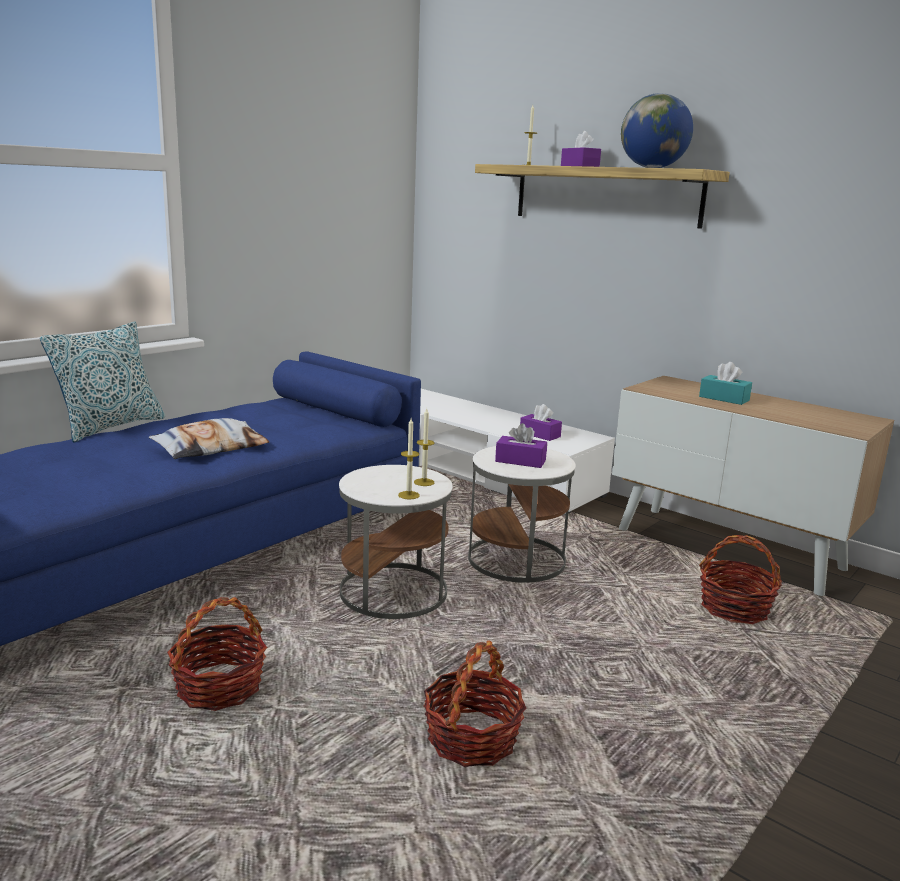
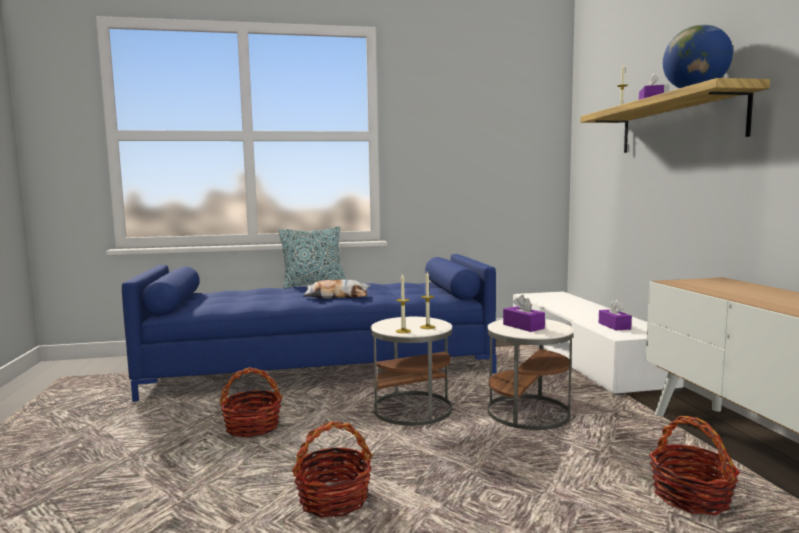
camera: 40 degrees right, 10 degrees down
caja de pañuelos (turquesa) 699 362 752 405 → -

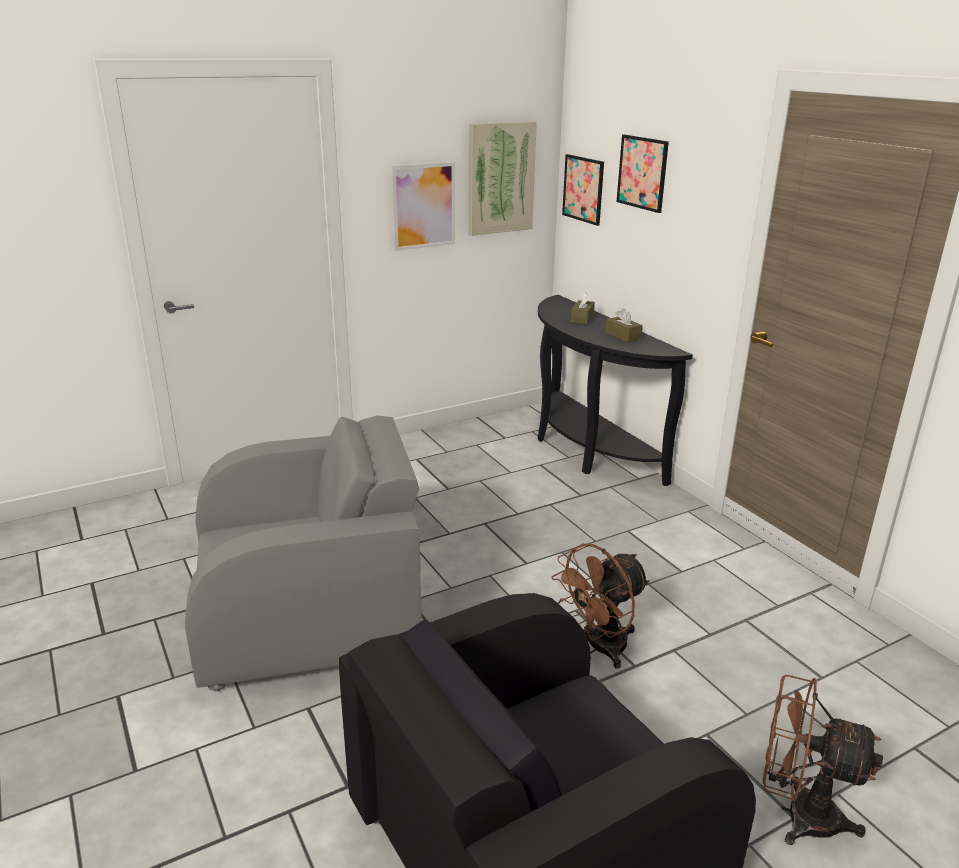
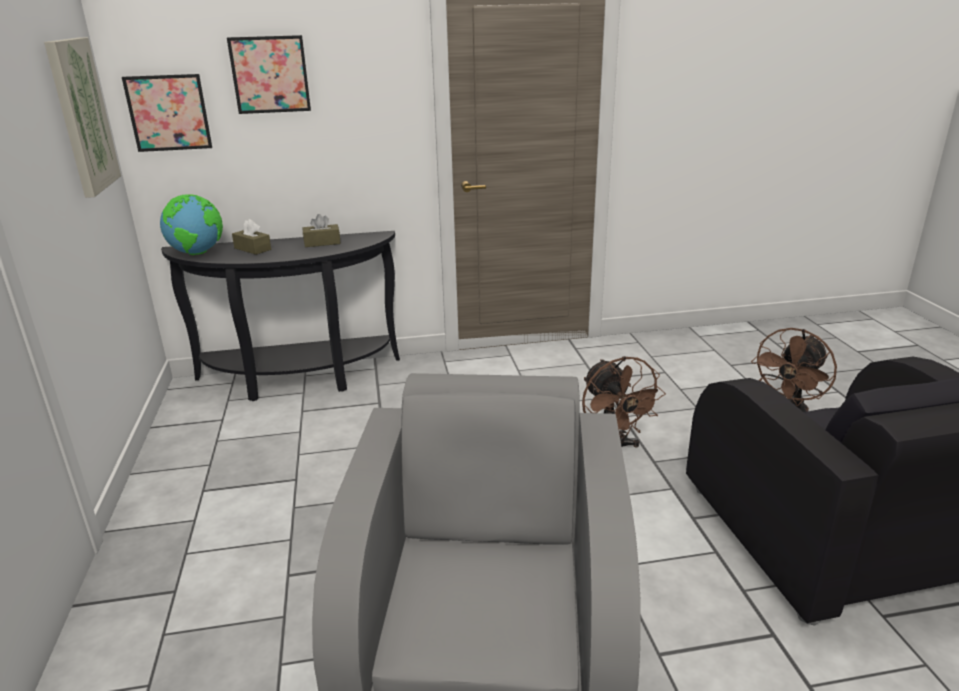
camera: 70 degrees left, 0 degrees up
cuadro 391 162 455 251 → -
- → globo terráqueo 160 194 223 255

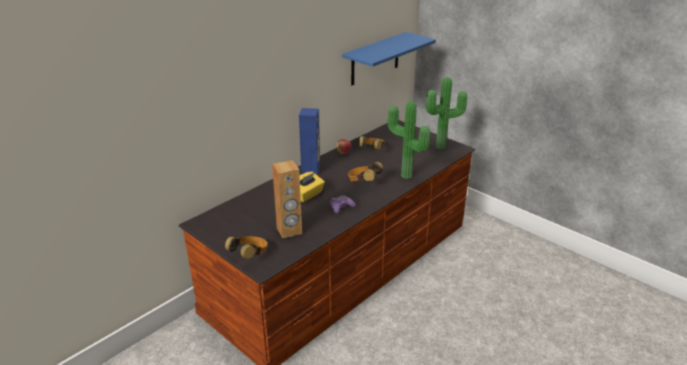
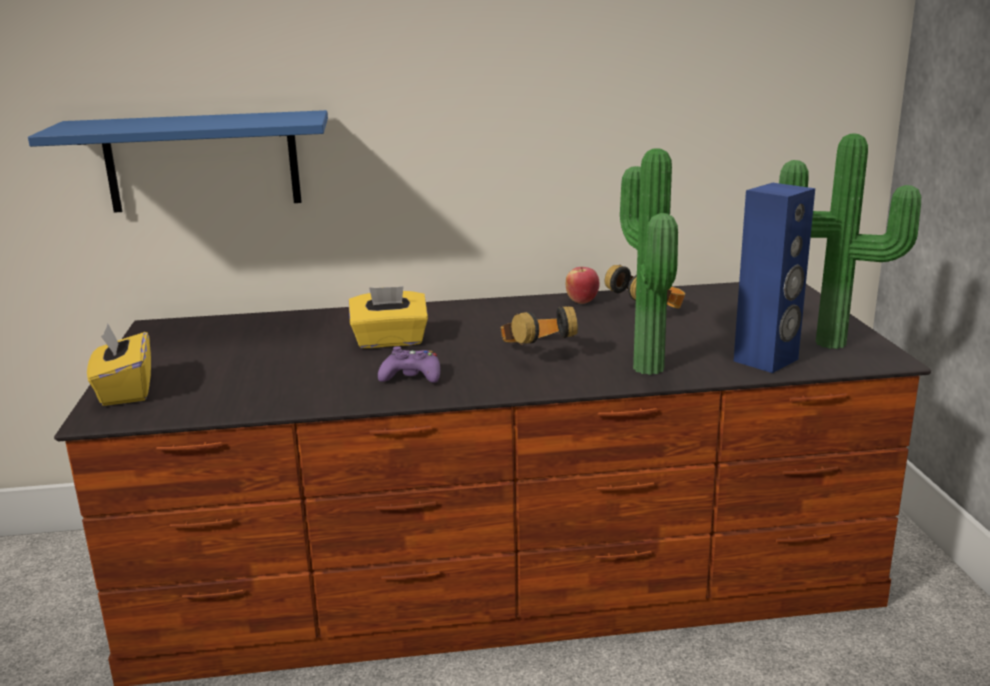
camera: 40 degrees right, 10 degrees down
altavoz (marrón) 272 160 302 239 → -
altavoz (azul) 299 108 320 174 → altavoz (azul) 734 183 815 373, relocated
estante (azul) 342 32 436 85 → estante (azul) 28 110 328 213, relocated
auriculares 225 236 268 259 → caja de pañuelos (amarillo) 87 324 151 406

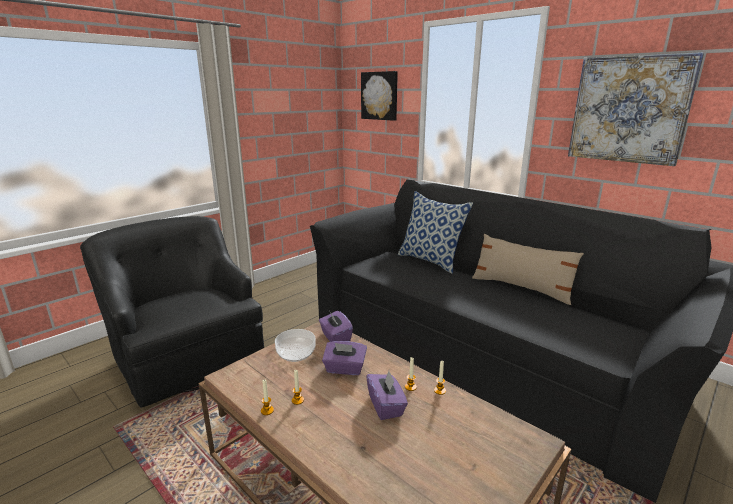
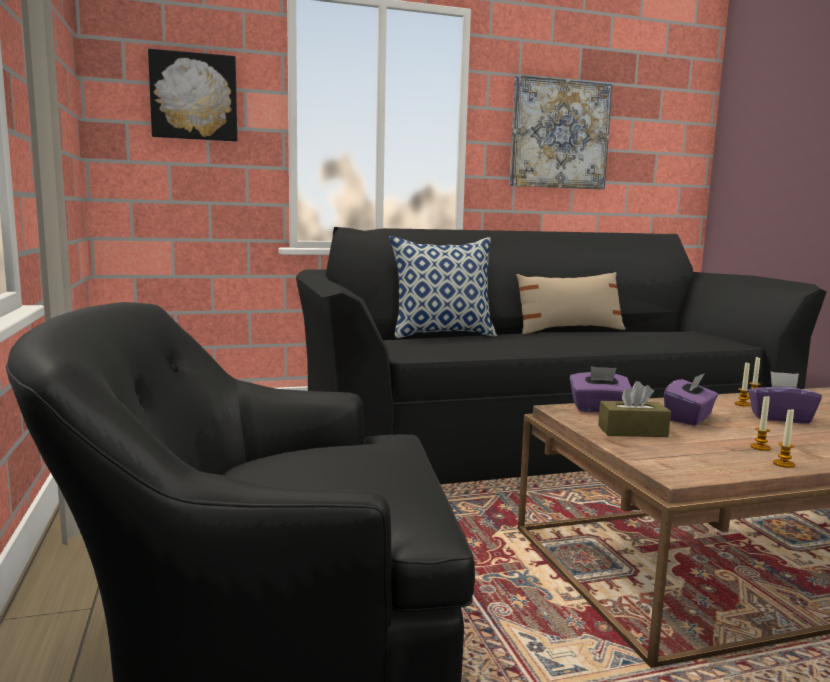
camera: 60 degrees left, 10 degrees down
cuenco 275 329 316 362 → caja de pañuelos (marrón) 598 381 671 437

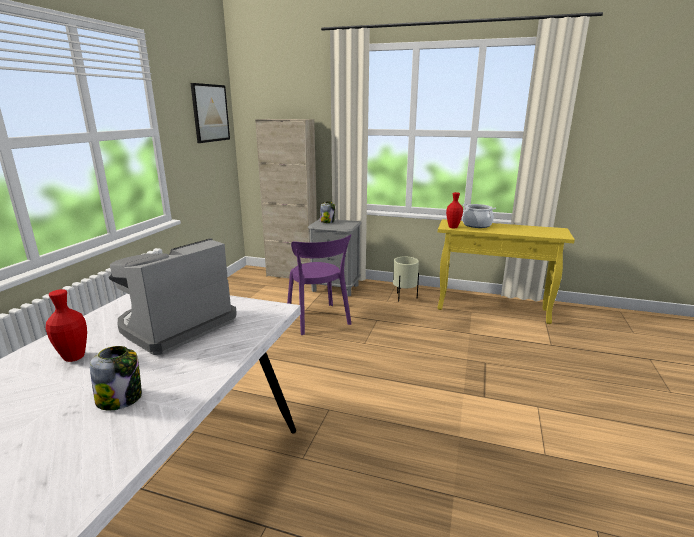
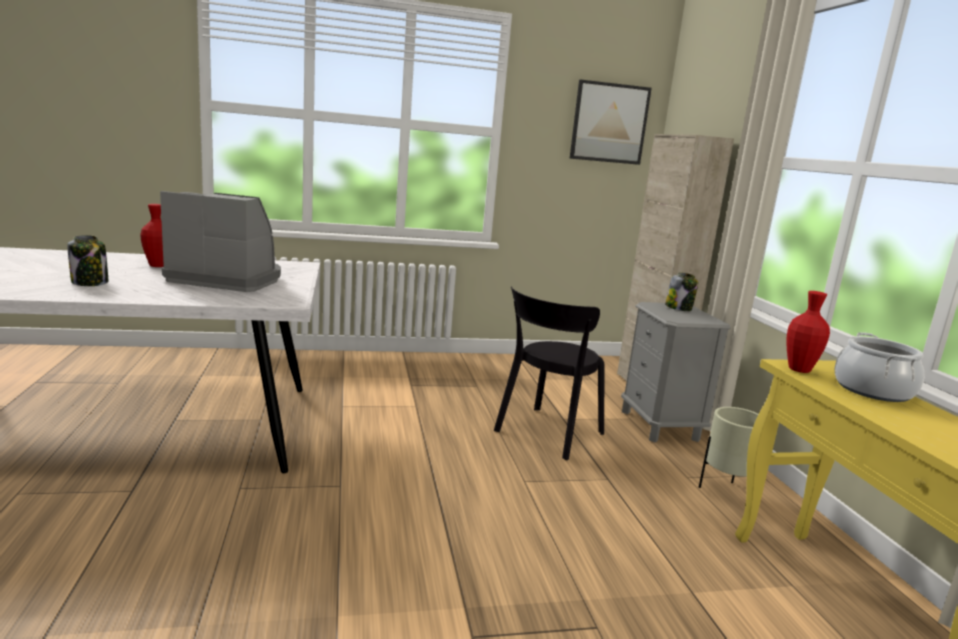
camera: 60 degrees right, 5 degrees down
silla (morado) 287 234 352 335 → silla (negro) 494 287 604 460

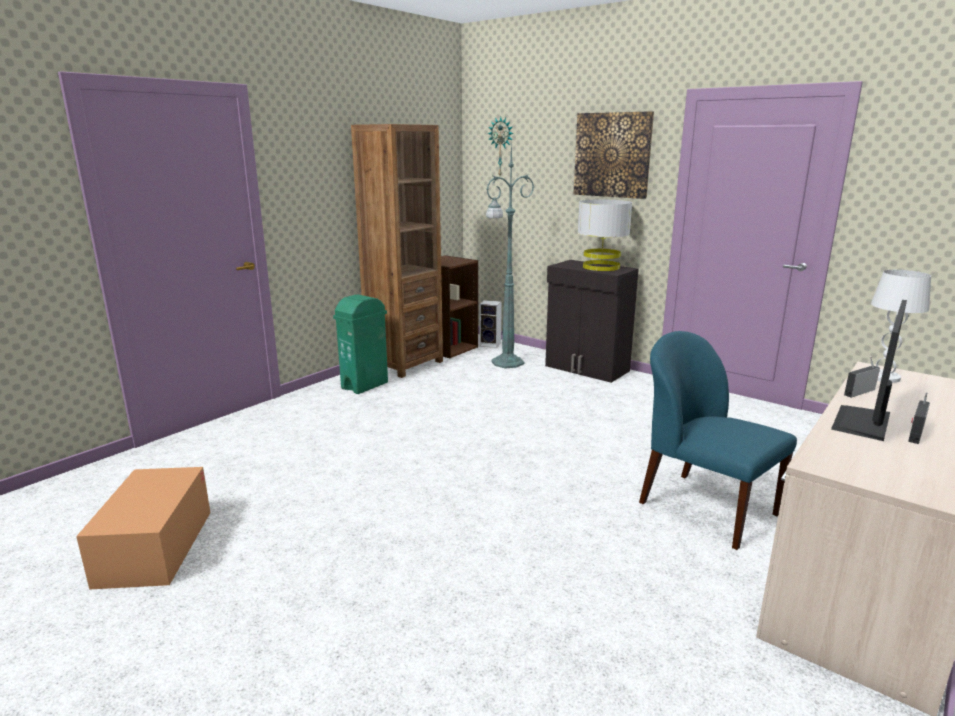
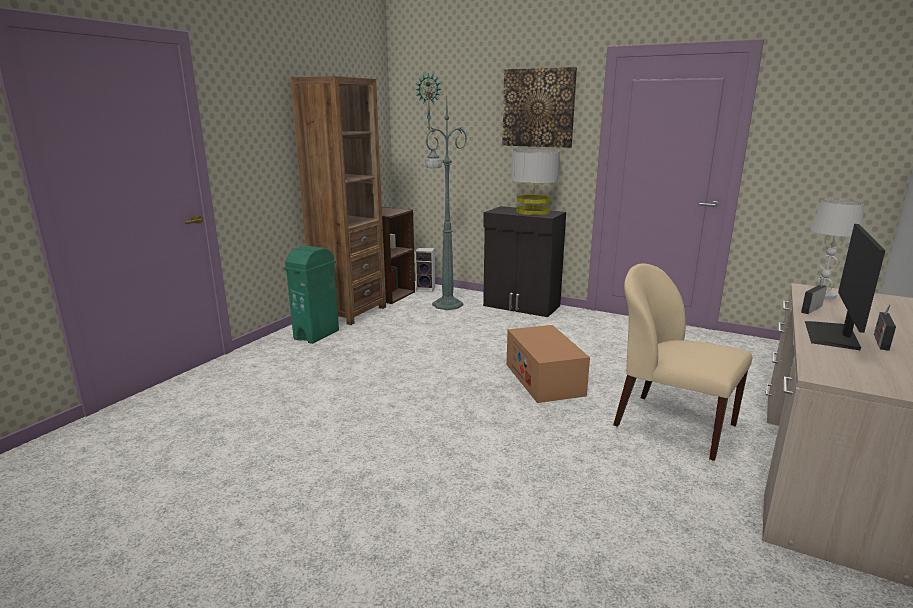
camera: 10 degrees left, 0 degrees up
caja de cartón 76 467 210 590 → caja de cartón 506 325 590 403, relocated
silla (azul) 639 331 797 550 → silla (beis) 613 264 752 461

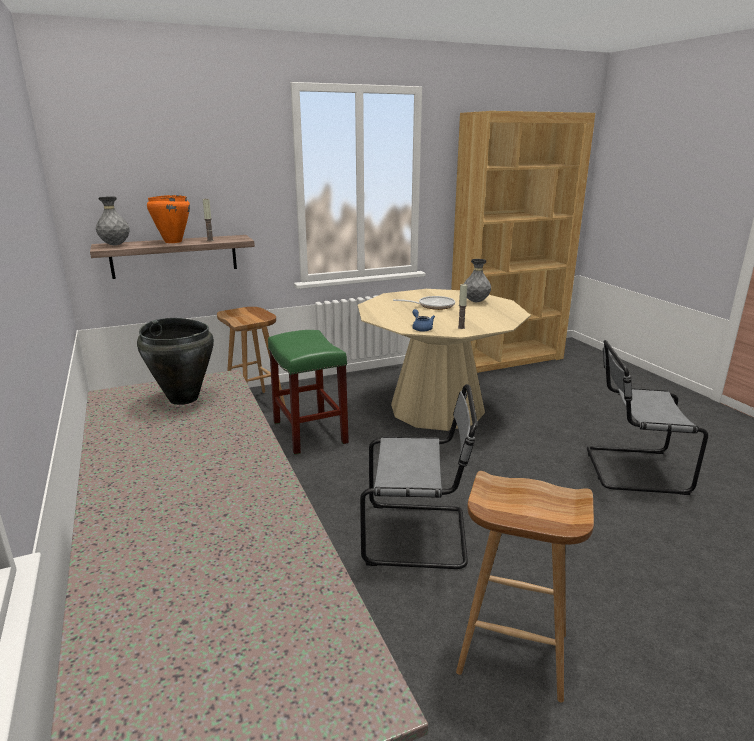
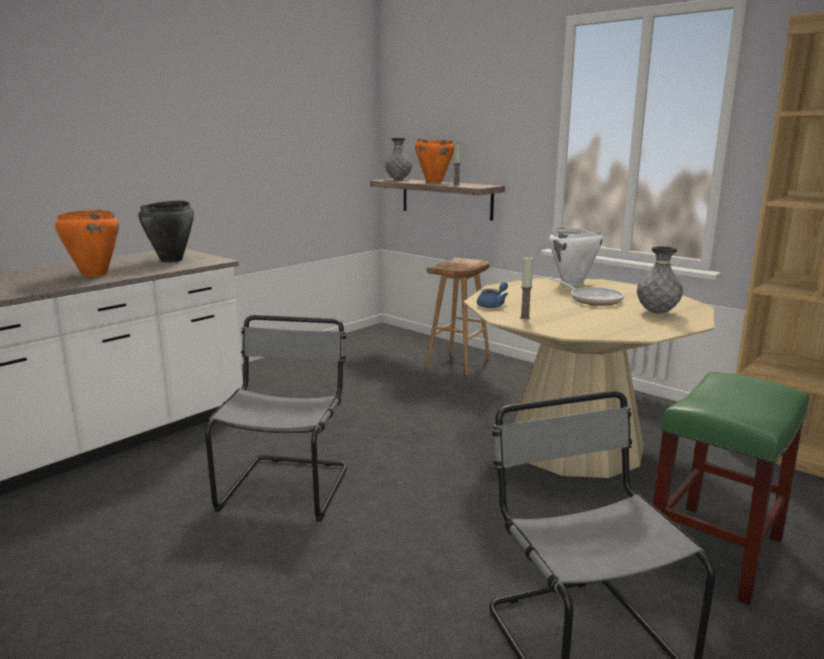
camera: 65 degrees right, 5 degrees down
taburete (marrón) 456 471 594 703 → -
- → olla (naranja) 55 210 119 277
- → olla (blanco) 549 228 603 286
taburete (verde) 268 330 349 455 → taburete (verde) 653 372 809 605, relocated
silla (gris) 360 384 478 569 → silla (gris) 205 315 347 521, 150 degrees counterclockwise

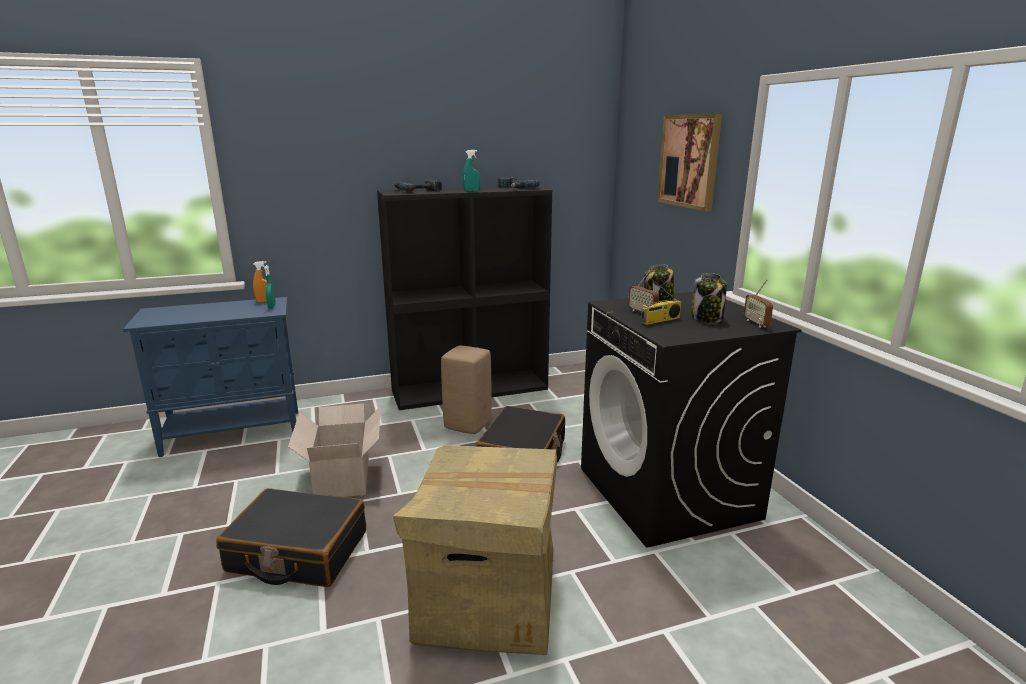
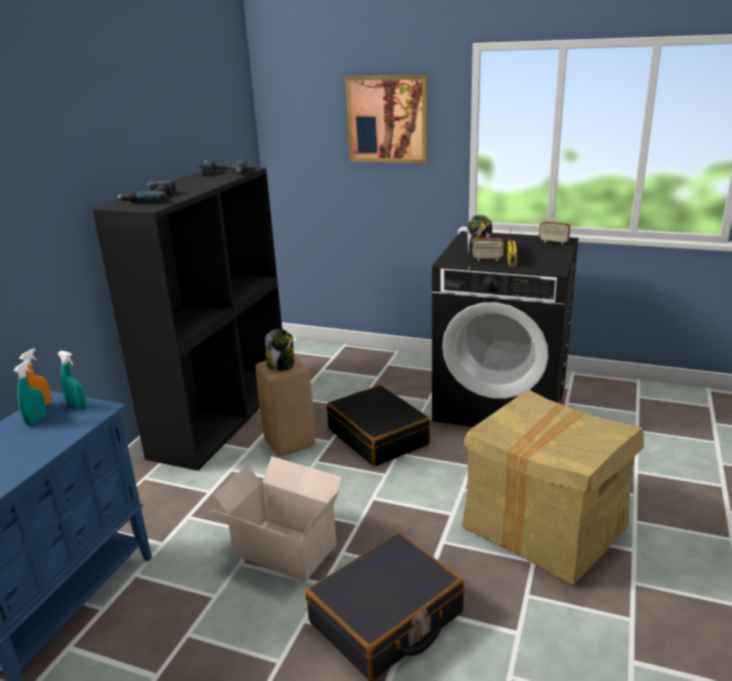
camera: 50 degrees left, 5 degrees up
pulverizador (turquesa) 463 150 480 191 → pulverizador (turquesa) 14 360 46 426, relocated
tarro 691 273 727 323 → tarro 265 329 295 371, relocated

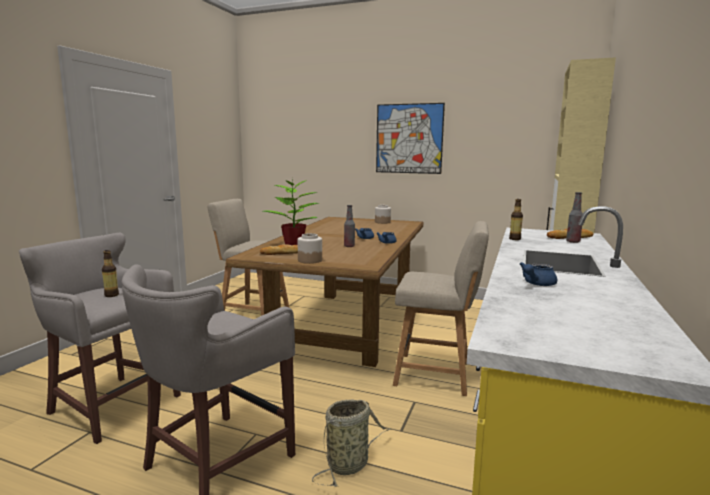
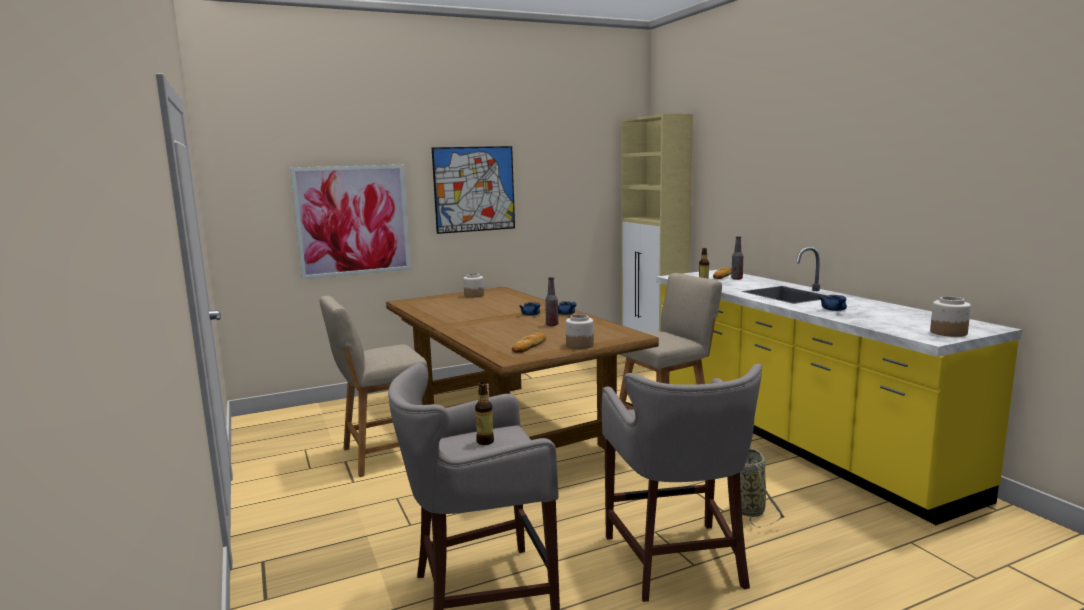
camera: 45 degrees left, 0 degrees up
planta en maceta 263 178 318 245 → -
- → cuadro 290 165 411 279
- → tarro 930 296 971 337

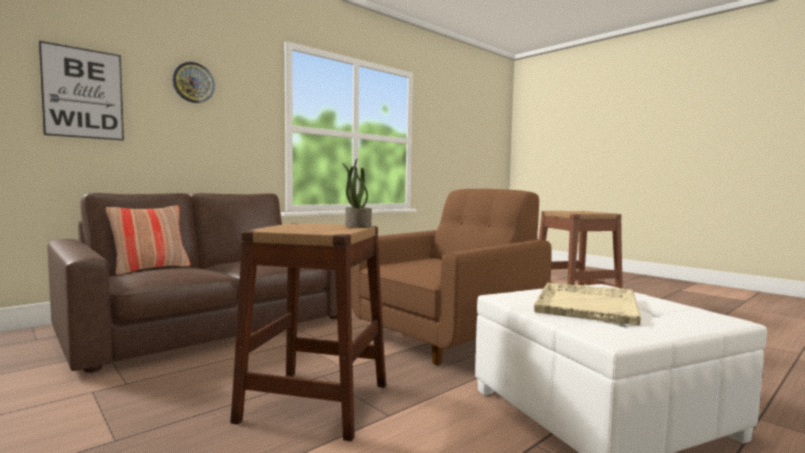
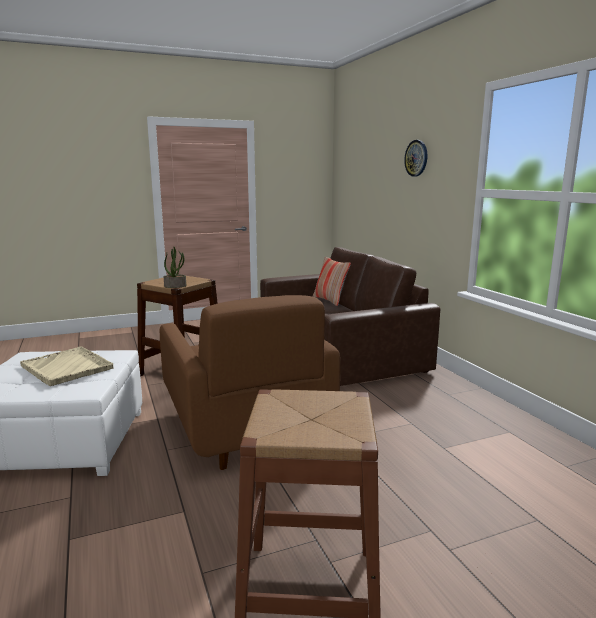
camera: 110 degrees right, 10 degrees up
cuadro 39 41 124 141 → -

